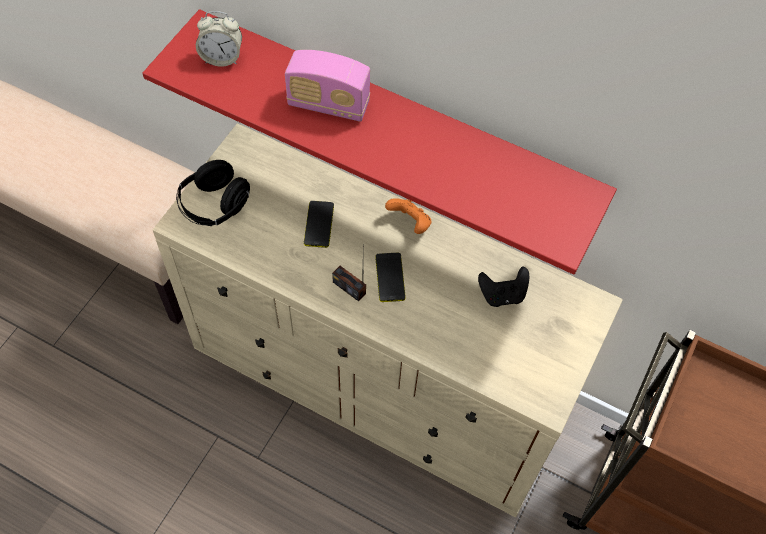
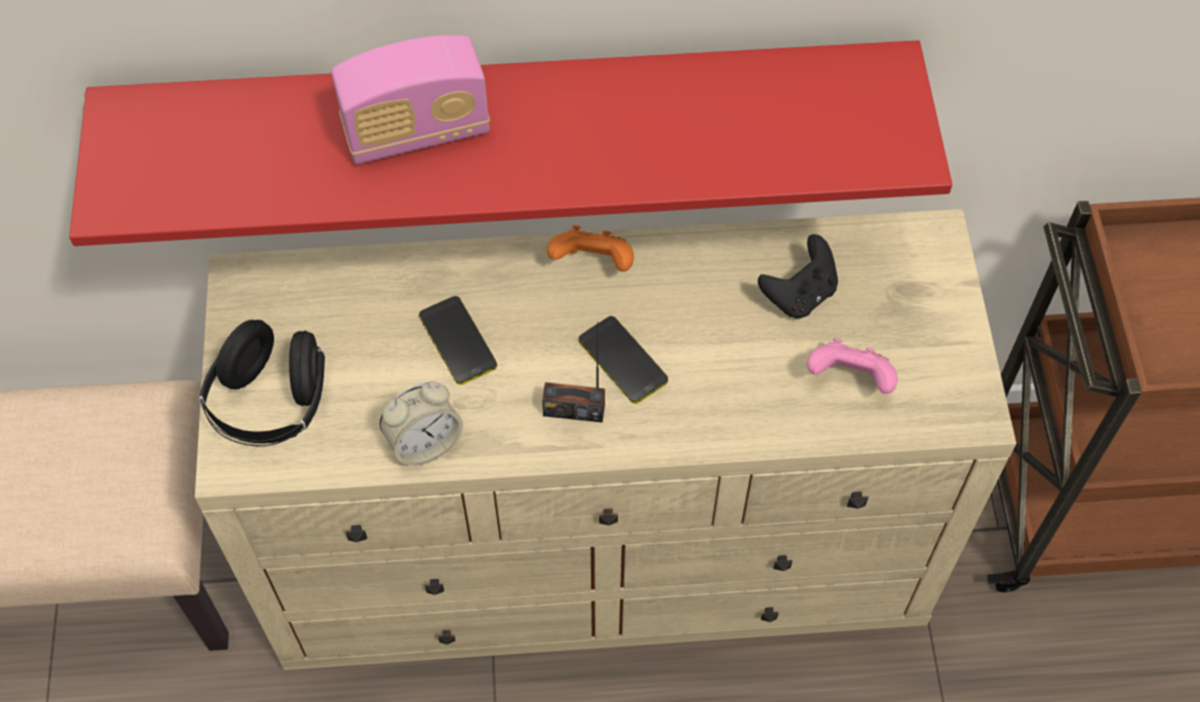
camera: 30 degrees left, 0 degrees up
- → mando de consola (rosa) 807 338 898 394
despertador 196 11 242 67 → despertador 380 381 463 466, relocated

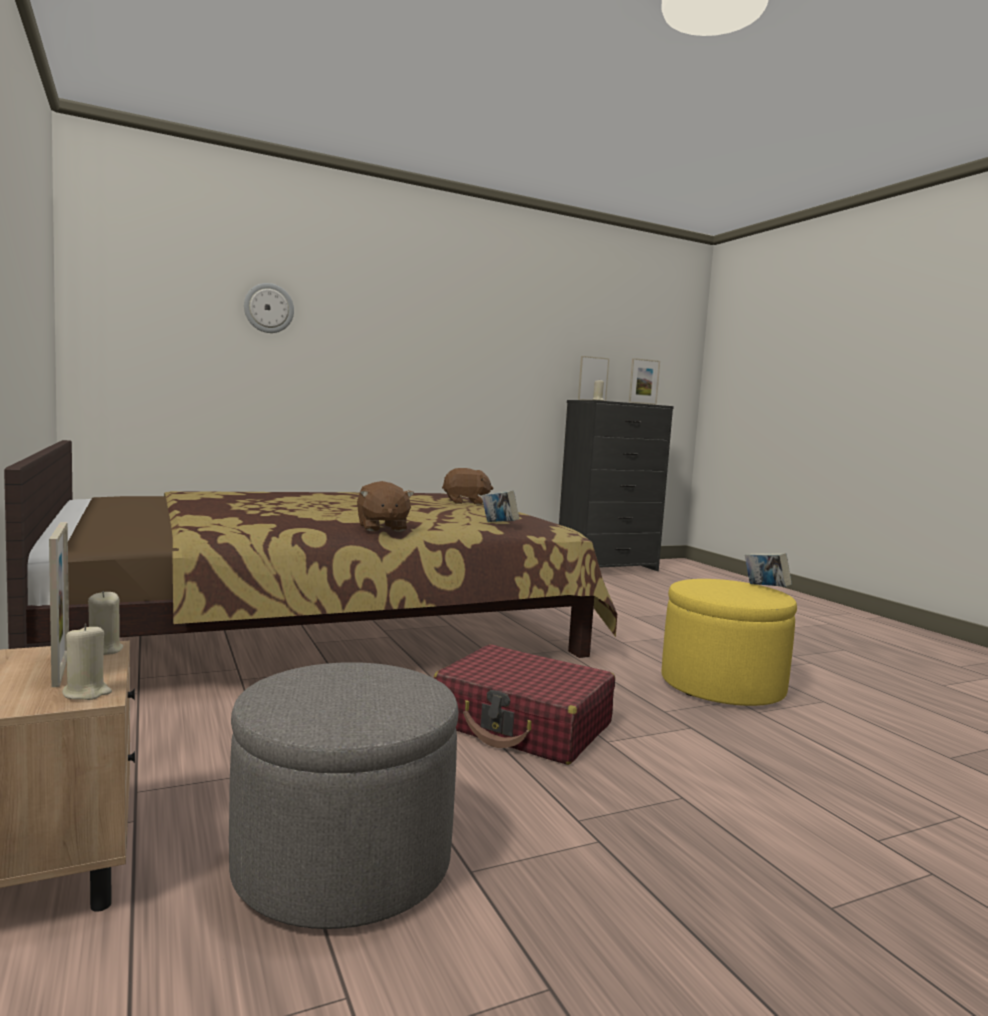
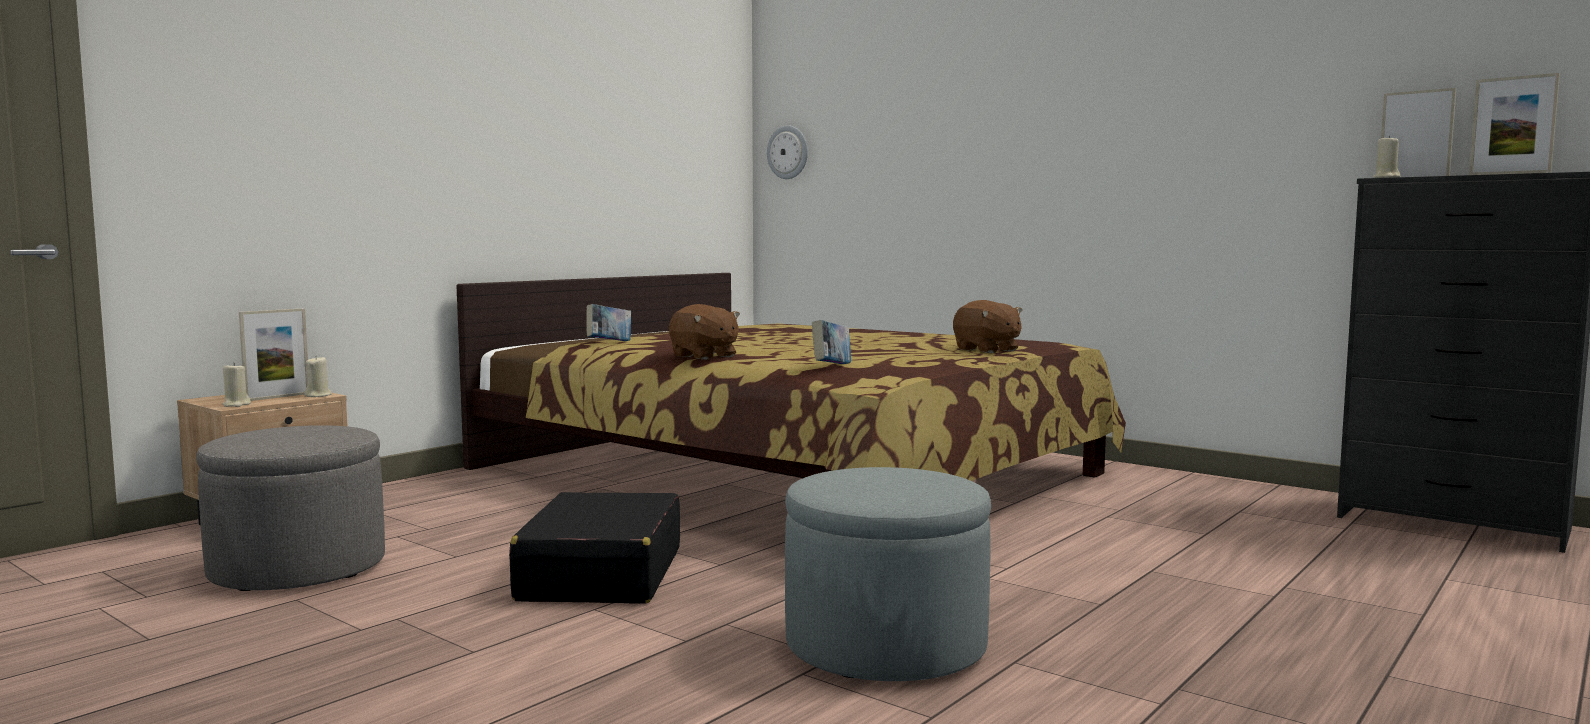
camera: 65 degrees right, 0 degrees up
reloj de pared 244 283 294 333 → reloj de pared 767 125 808 179, relocated
libro 745 553 792 587 → libro 586 304 631 341, relocated
maleta (rojo) 434 644 615 765 → maleta (negro) 509 492 680 604
puf (amarillo) 662 579 797 706 → puf (gris) 785 467 991 681
peluche (marrón) 357 481 414 531 → peluche (marrón) 669 304 740 360, 90 degrees counterclockwise

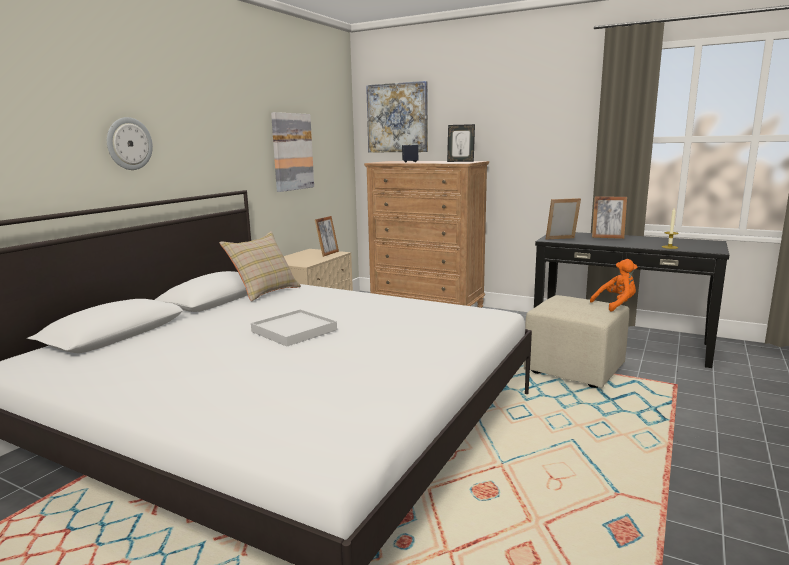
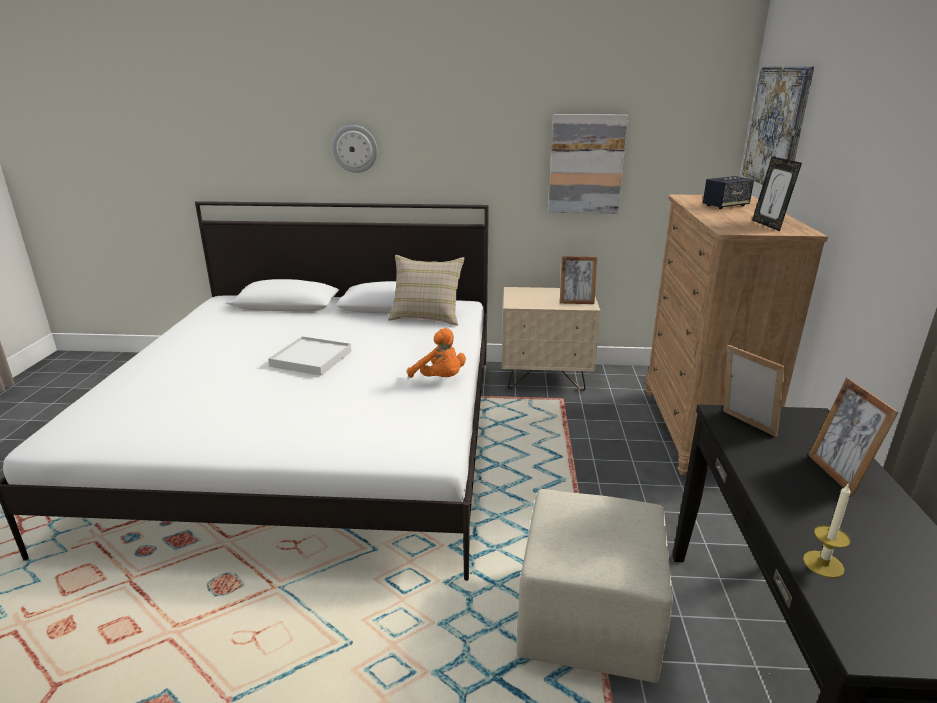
camera: 65 degrees right, 10 degrees up
peluche (naranja) 590 259 637 311 → peluche (naranja) 407 328 466 378, relocated

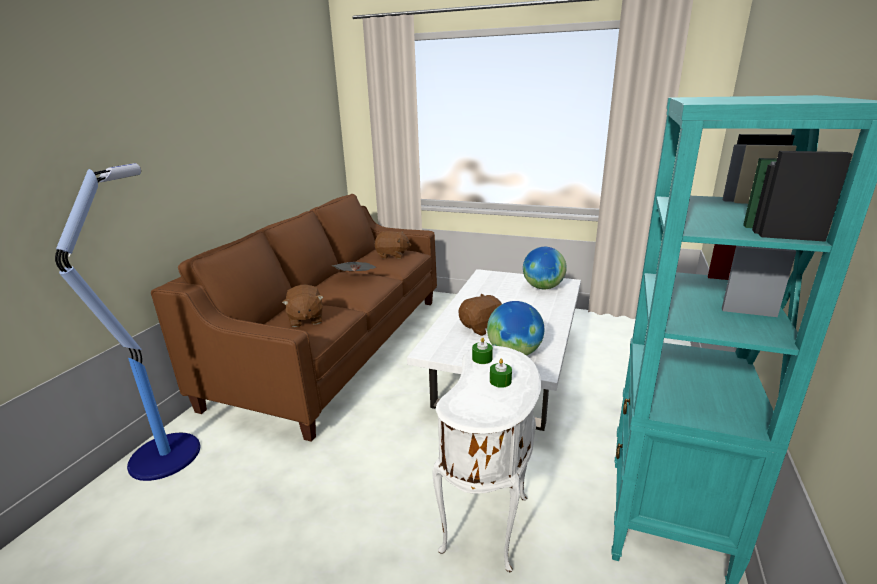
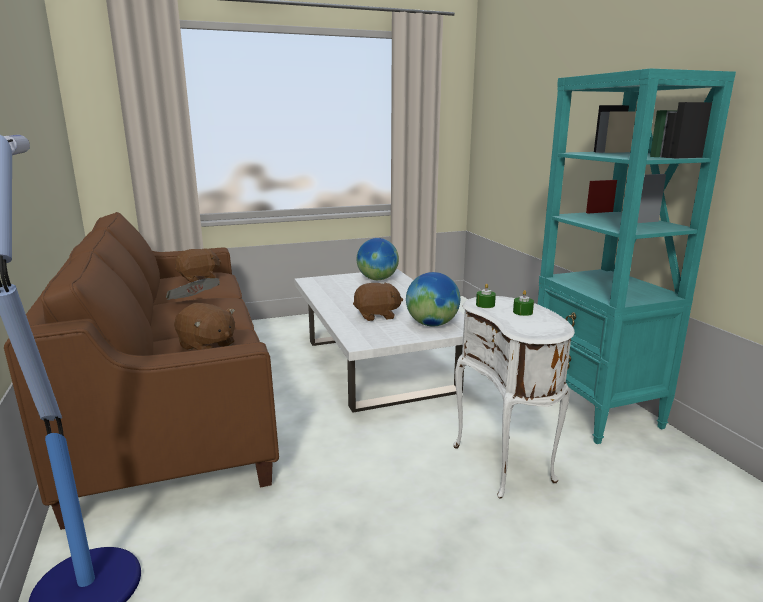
camera: 40 degrees left, 5 degrees down
peluche (marrón) 459 293 502 336 → peluche (marrón) 353 282 403 321, 60 degrees clockwise

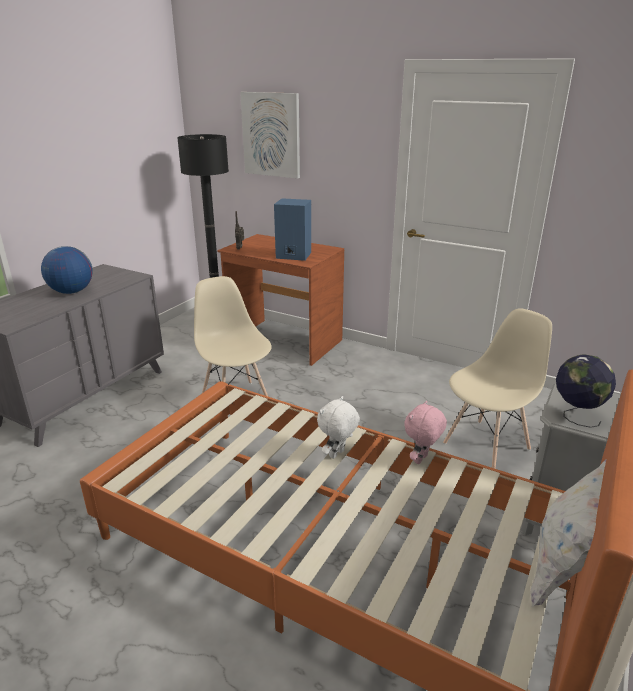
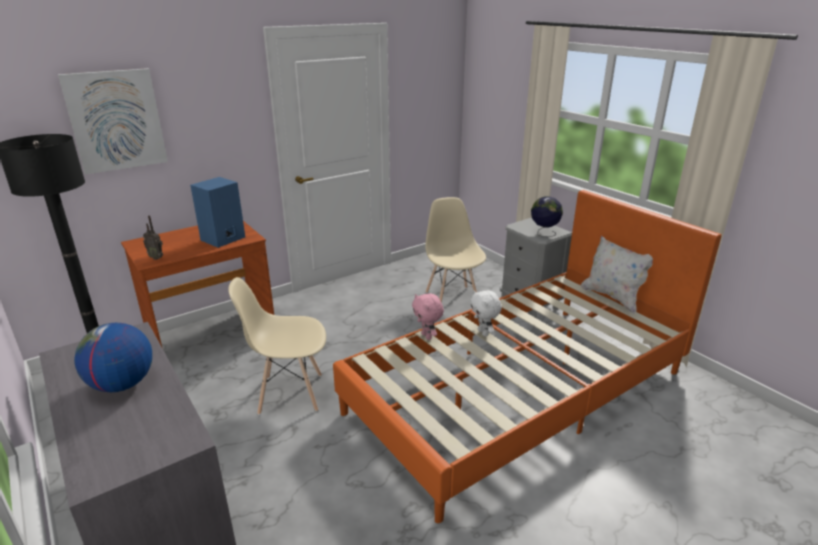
camera: 65 degrees left, 0 degrees up
peluche (rosa) 404 400 447 464 → peluche (rosa) 412 293 444 340, relocated

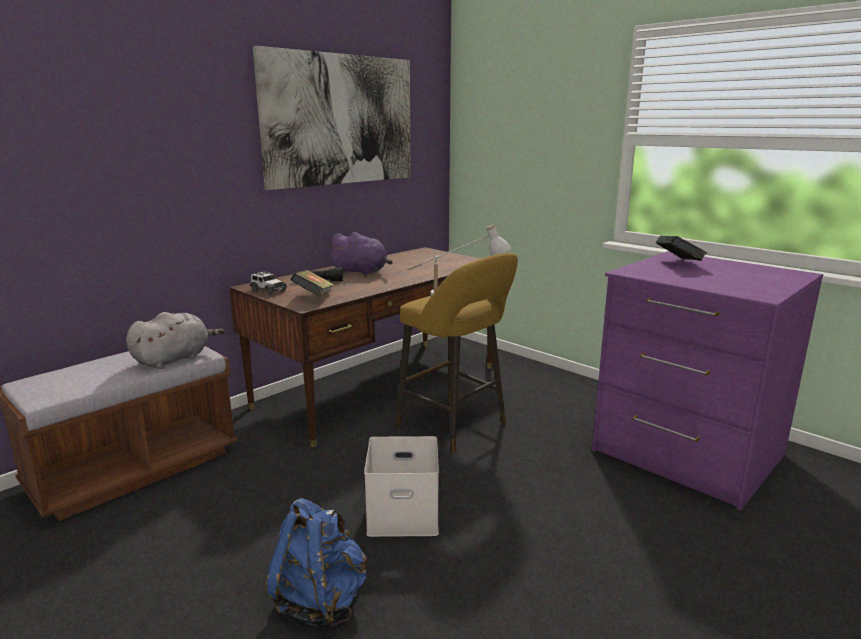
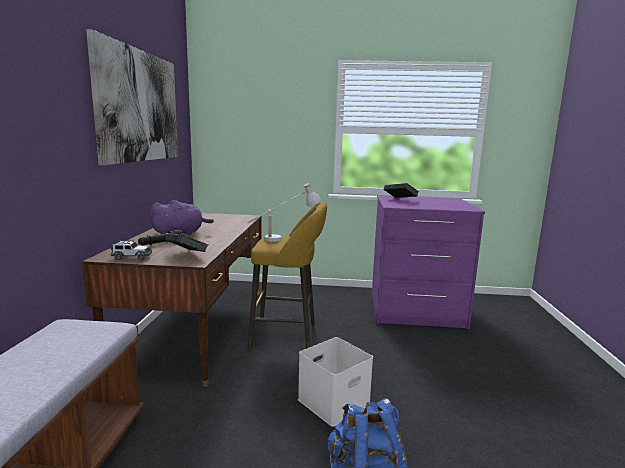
camera: 40 degrees left, 5 degrees down
peluche (gris) 126 312 225 369 → -

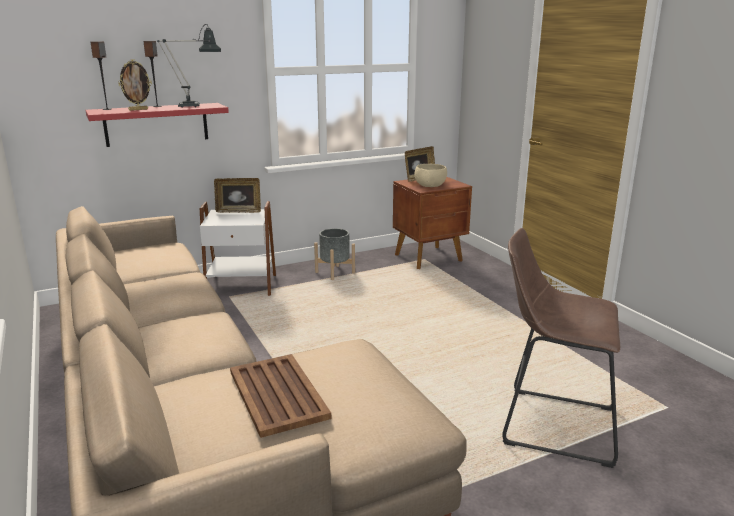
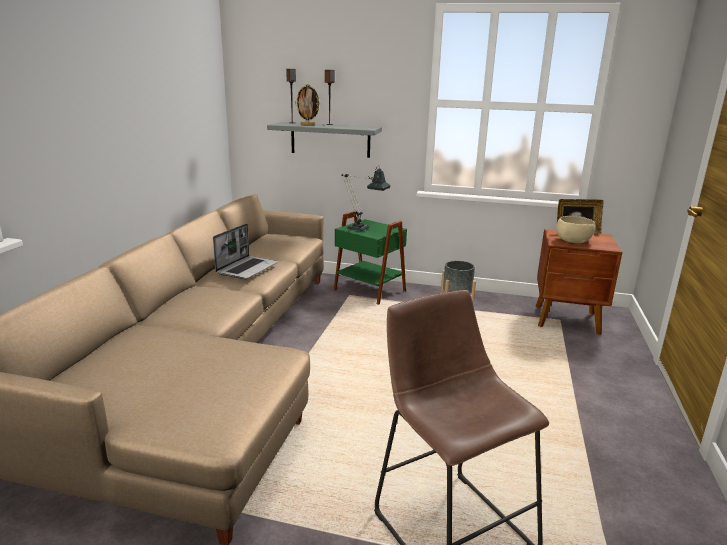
camera: 40 degrees right, 0 degrees up
portarretratos 214 178 261 213 → -
bandeja (marrón) 230 354 331 438 → -
- → portátil 213 223 278 279
lámpara de mesa 157 24 221 108 → lámpara de mesa 341 166 391 231, relocated
estante (rojo) 85 103 229 147 → estante (gris) 267 122 382 158
mesa auxiliar (blanco) 200 201 276 296 → mesa auxiliar (verde) 334 211 407 305

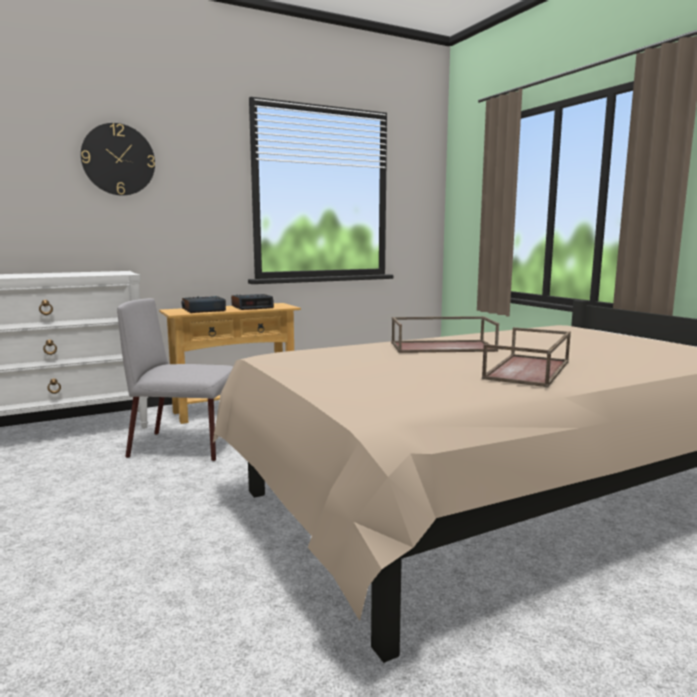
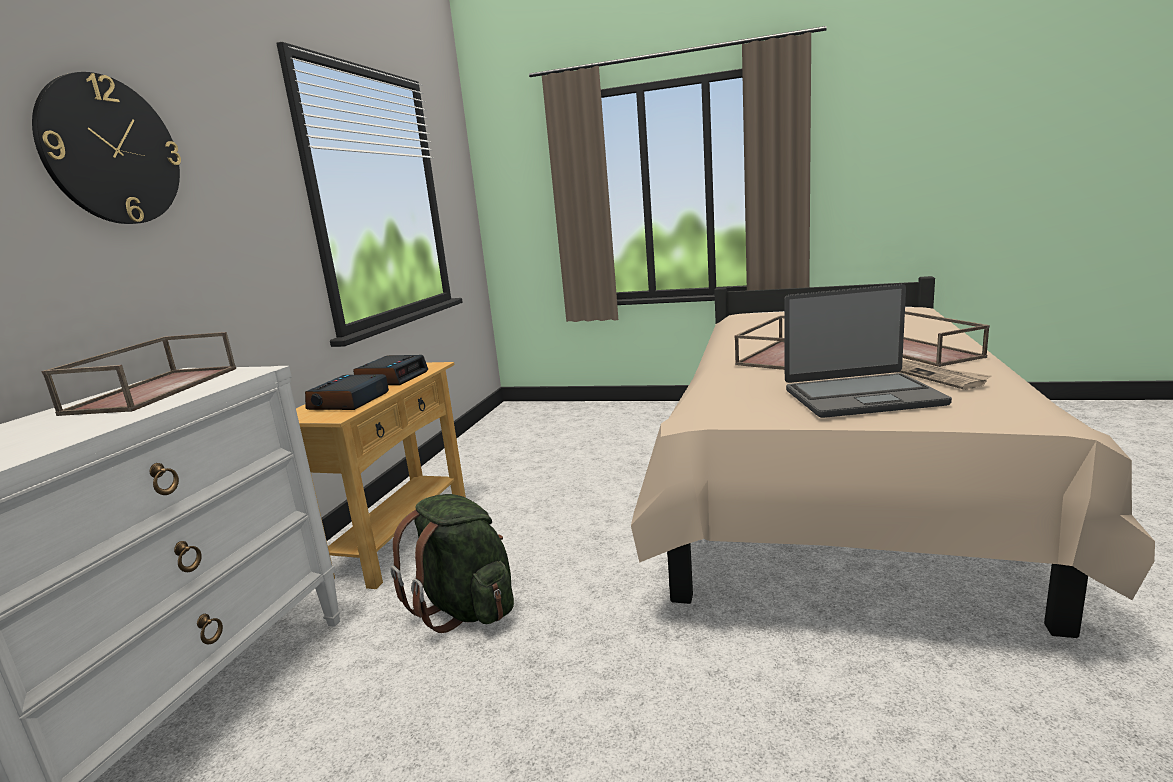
camera: 45 degrees left, 5 degrees up
- → bandeja (marrón) 41 332 236 416
- → portátil 784 284 952 418
- → periódico 900 360 991 390
silla (gris) 117 298 233 461 → mochila (verde) 390 494 514 633

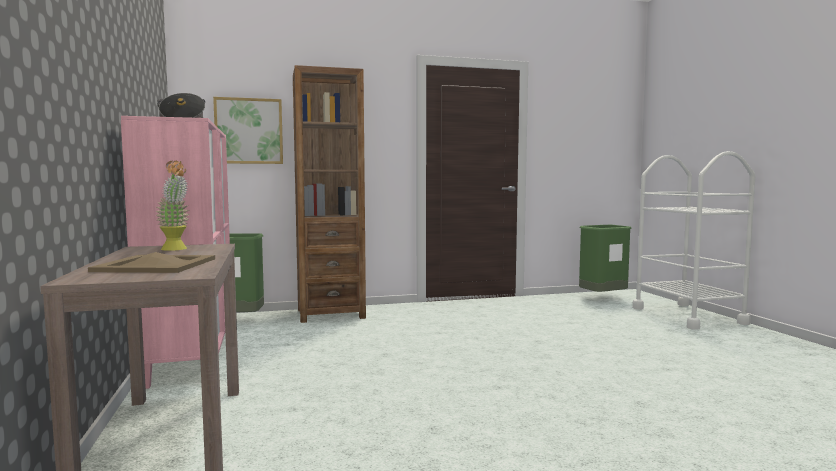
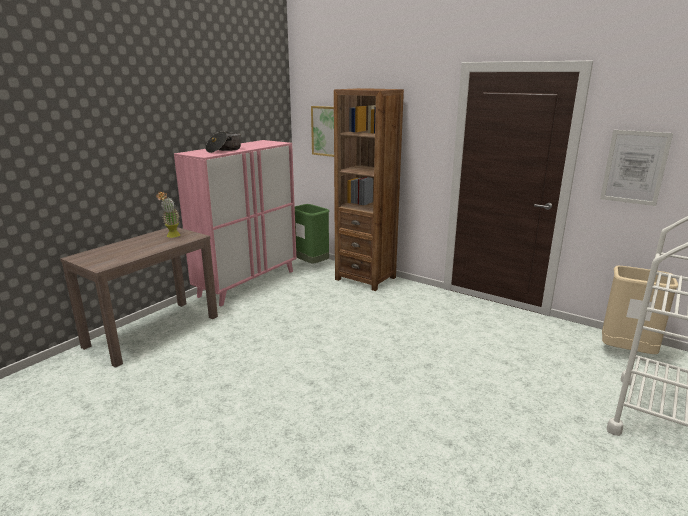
camera: 50 degrees right, 15 degrees up
bandeja (beis) 88 252 215 273 → -
- → cuadro 600 130 673 206
papelera (verde) 579 225 632 292 → papelera (beis) 602 266 678 354

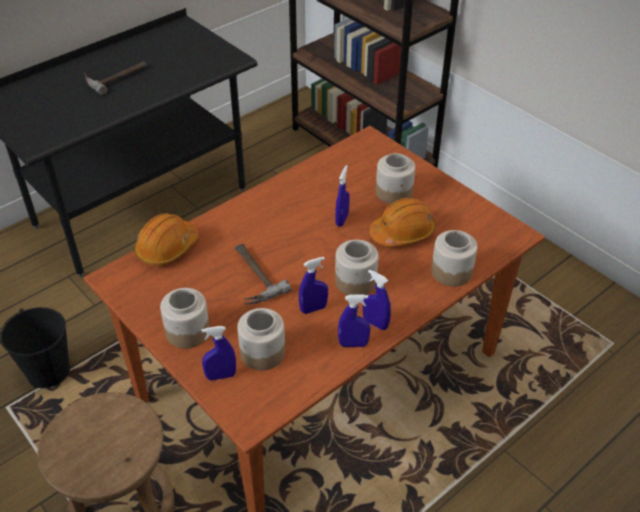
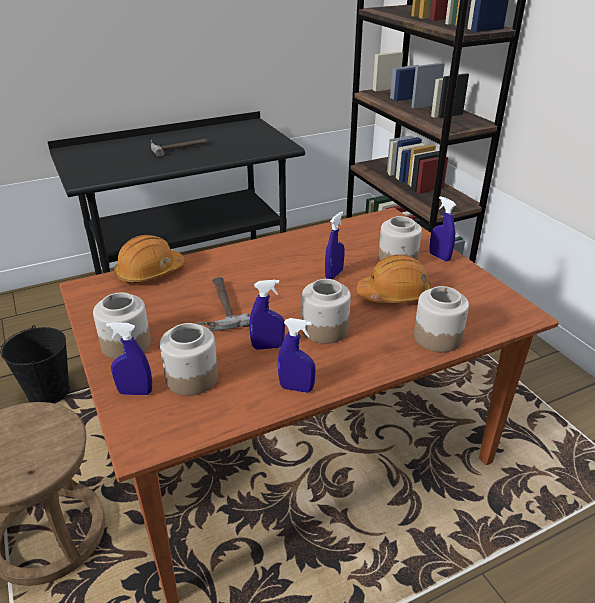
camera: 15 degrees right, 10 degrees down
pulverizador (azul) 363 270 391 330 → pulverizador (azul) 429 196 456 261, relocated

